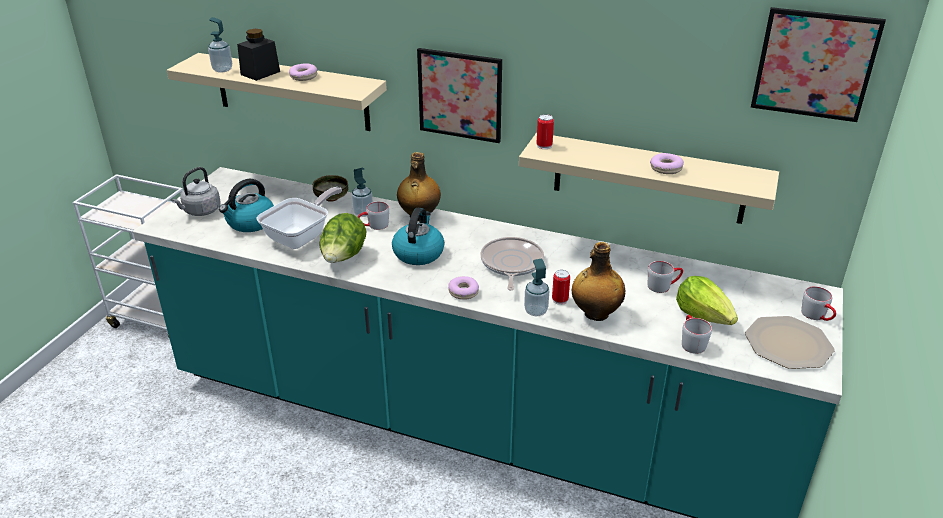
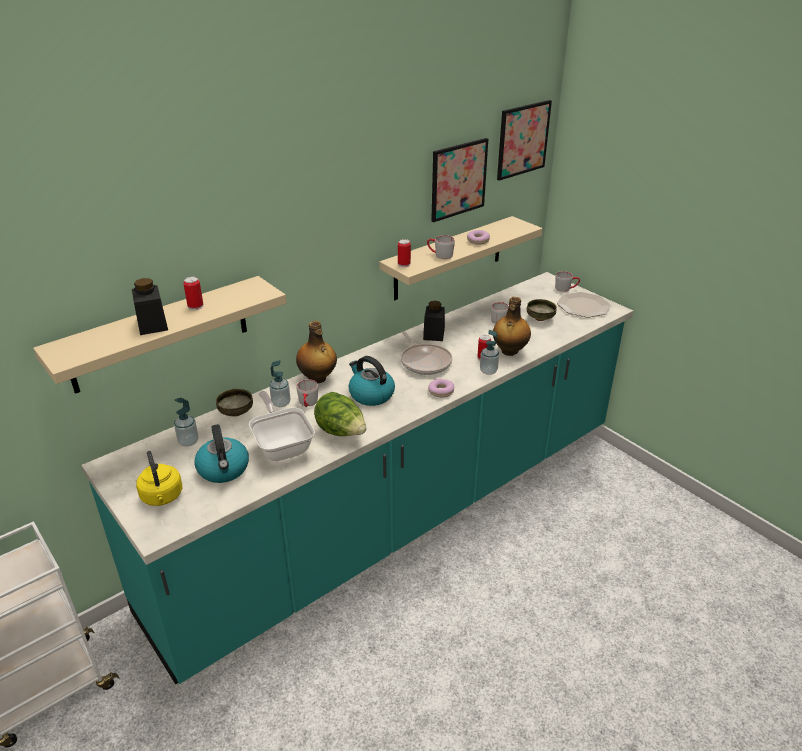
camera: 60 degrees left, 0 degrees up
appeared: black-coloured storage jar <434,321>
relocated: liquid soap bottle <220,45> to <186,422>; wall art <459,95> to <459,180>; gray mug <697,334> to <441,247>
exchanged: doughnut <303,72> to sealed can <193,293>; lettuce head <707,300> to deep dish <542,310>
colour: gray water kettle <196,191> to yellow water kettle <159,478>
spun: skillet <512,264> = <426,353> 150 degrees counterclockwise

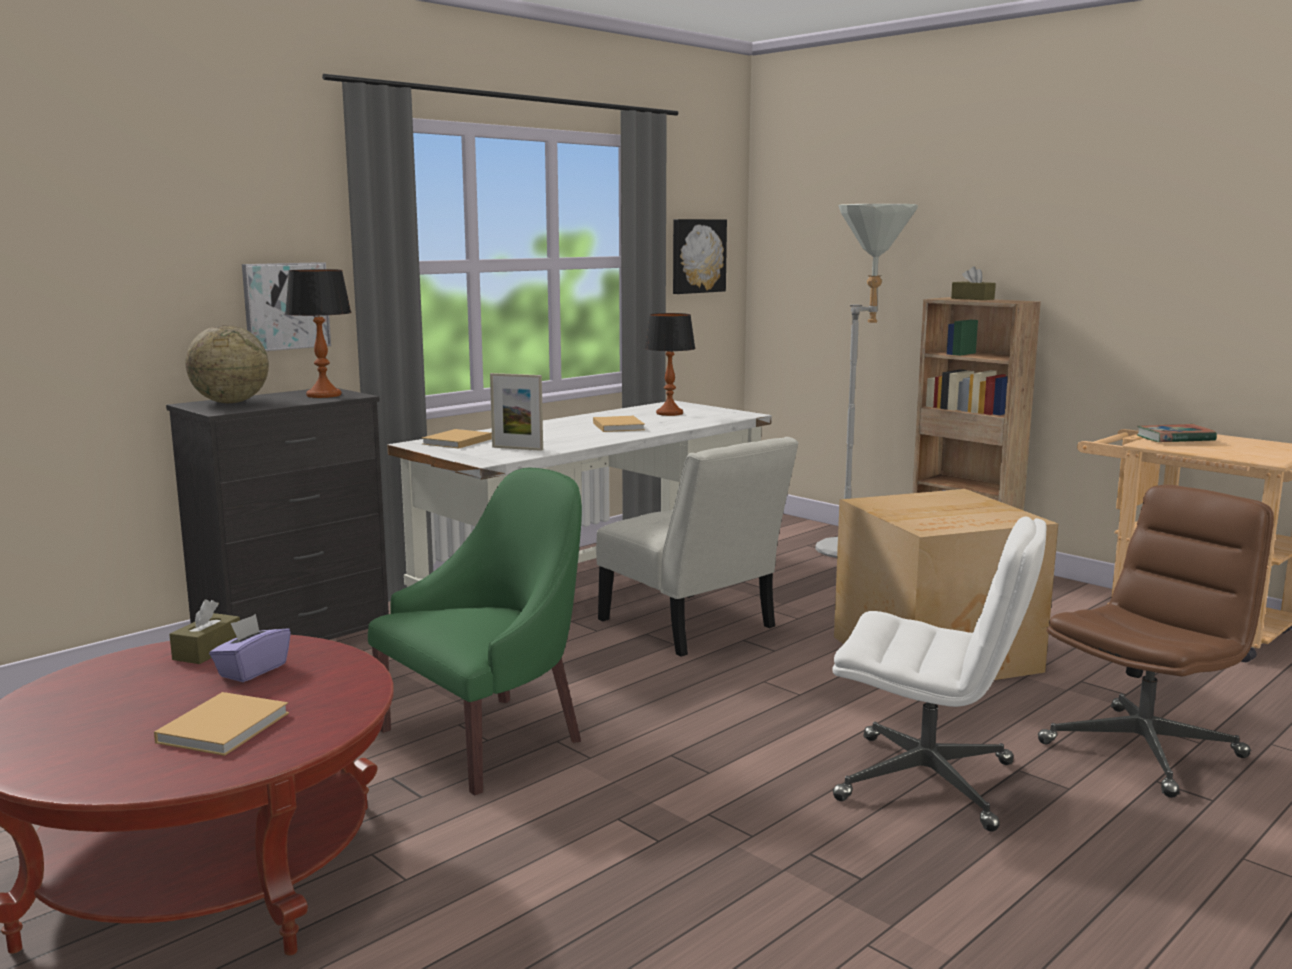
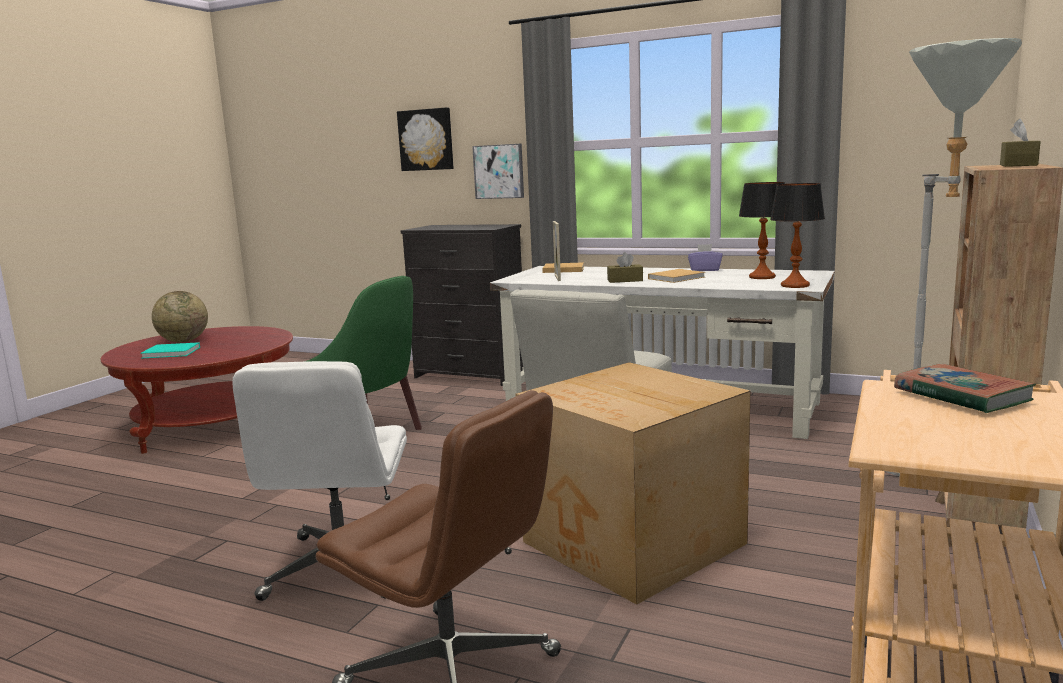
camera: 70 degrees right, 0 degrees up
relocated: brown-coloured box of tissues <204,631> to <625,267>; desk globe <227,364> to <180,316>; purple box of tissues <250,648> to <705,257>; lamp for a table <318,333> to <797,235>; wall art <700,256> to <425,139>
colour: sand-coloured volume <221,724> to turquoise-coloured volume <170,350>

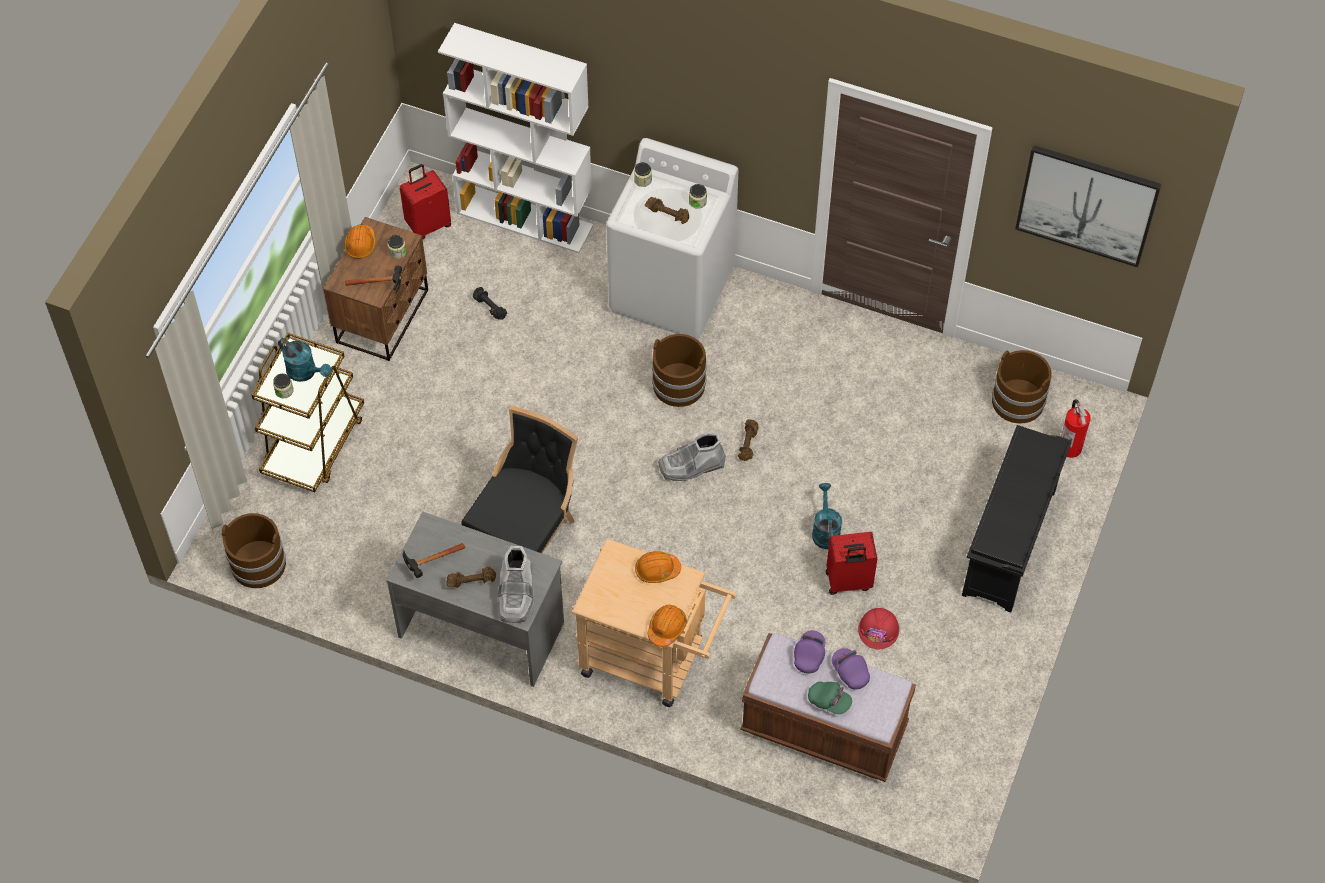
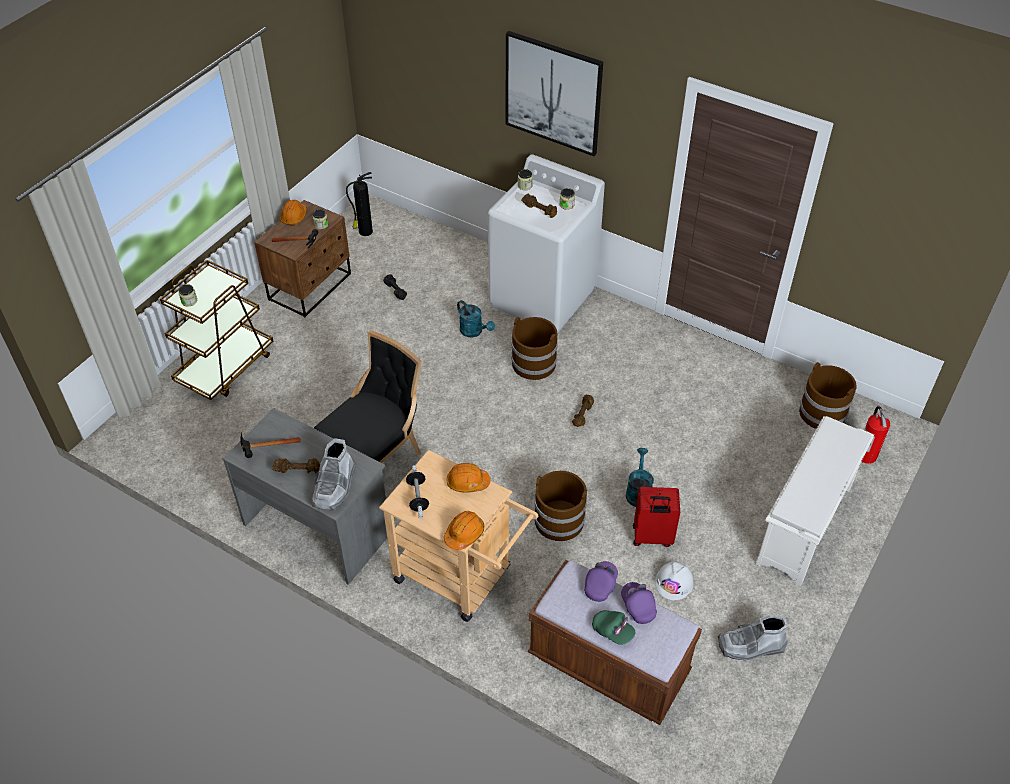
camera: 10 degrees right, 10 degrees down
missing: whitish bookcase <515,138>
appeared: hand weight <417,492>
relocated: brown-coloured bucket <254,550> to <560,506>; turquoise-coloured sprinkling can <304,360> to <476,318>; gray high-top boot <692,456> to <753,637>; wall art <1088,206> to <554,93>
exchanged: reddish piece of luggage <425,201> to fire-fighting cylinder <359,204>
colour: reddish safety helmet <878,629> to whitish safety helmet <674,580>; black-coloured shoe stand <1017,519> to whitish shoe stand <815,501>

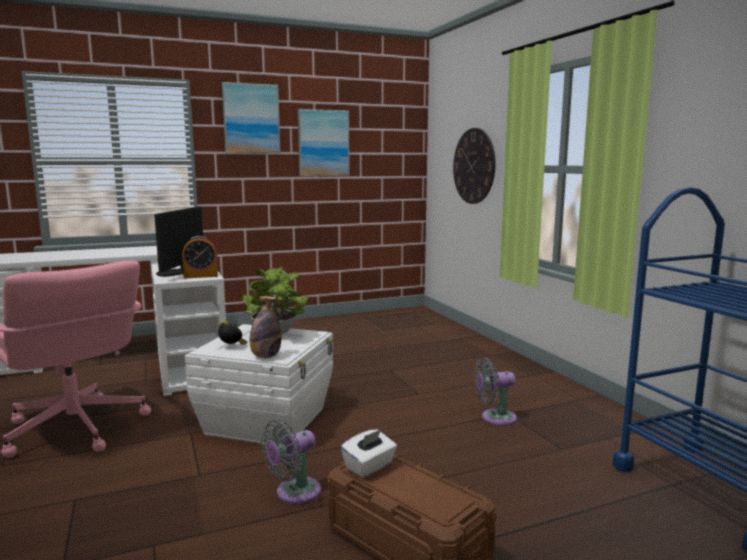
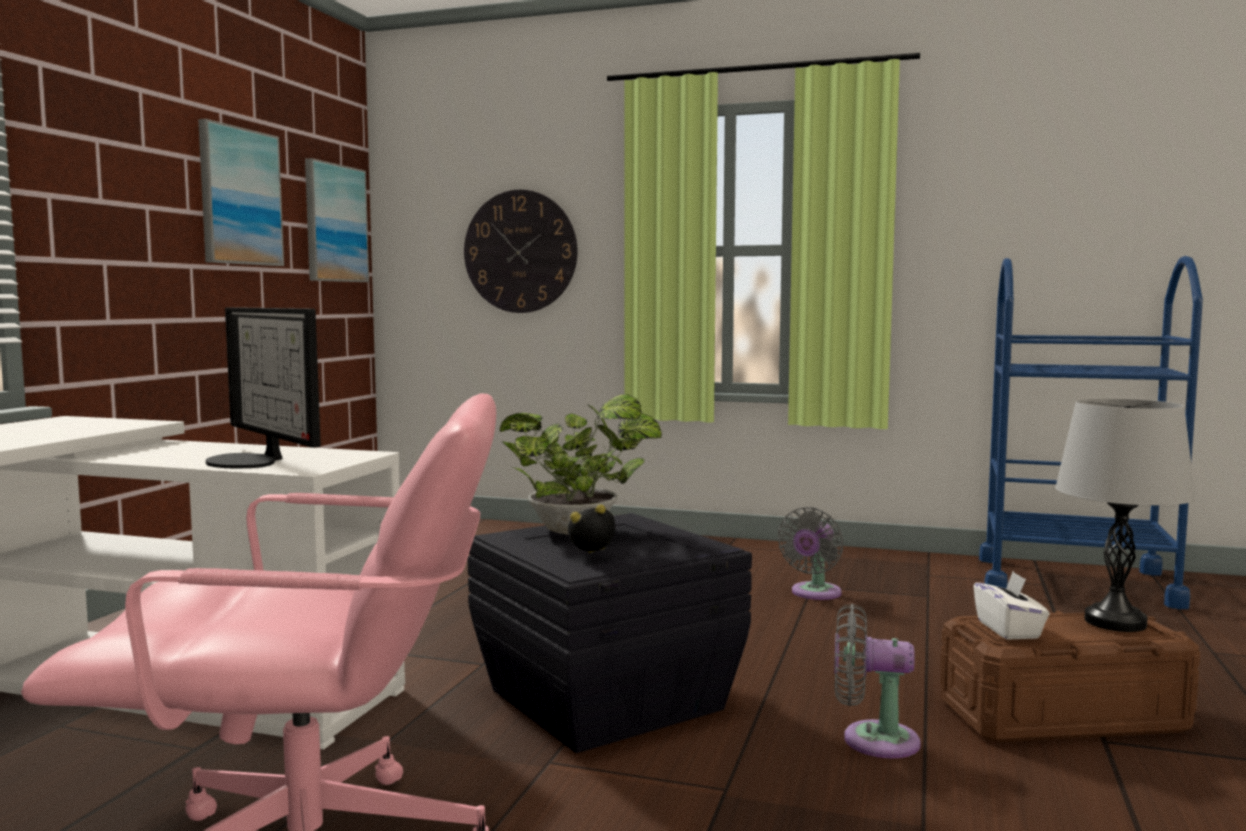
camera: 50 degrees left, 5 degrees down
missing: alarm clock <200,257>; bottle <265,327>
appeared: gray lamp for a table <1125,515>
relocated: wall art <251,118> to <337,220>
colour: whitish storage container <259,384> to black-coloured storage container <610,633>
spun: gray cooling fan <290,462> = <877,681> 105 degrees clockwise

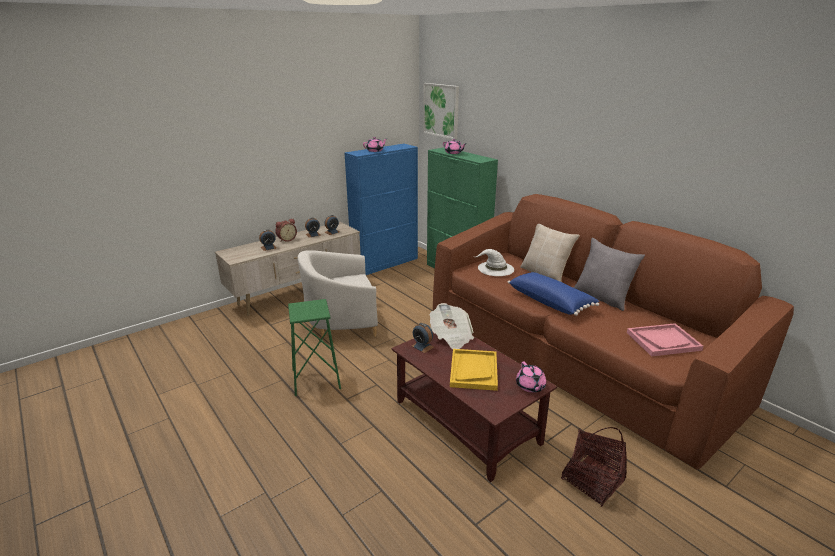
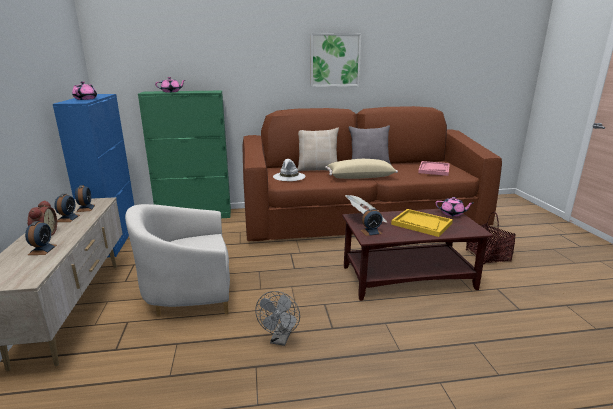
camera: 60 degrees left, 5 degrees down
relocated: wall art <441,111> to <336,60>
exchanged: green stool seat <314,347> to gray cooling fan <277,318>
colour: blue-coloured throw pillow <553,294> to sand-coloured throw pillow <361,169>
spun: whitish easy chair <337,293> = <177,260> 60 degrees clockwise

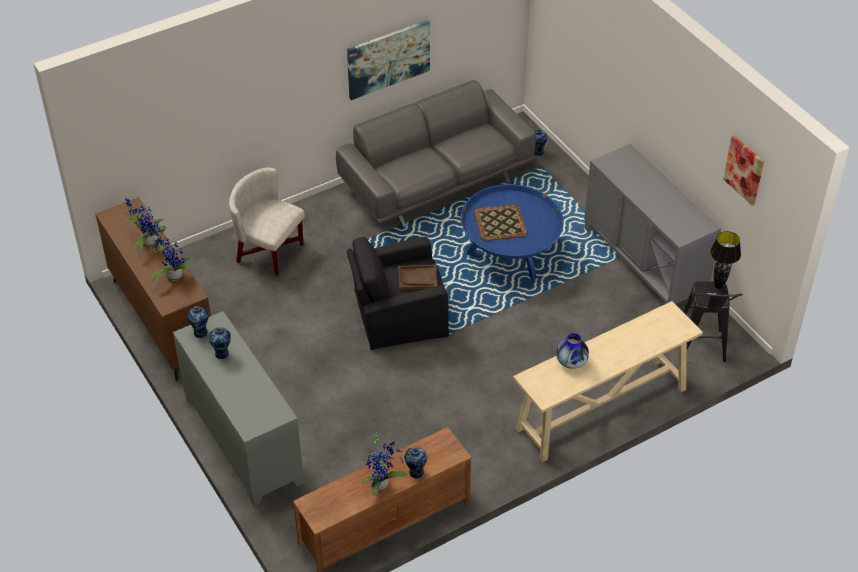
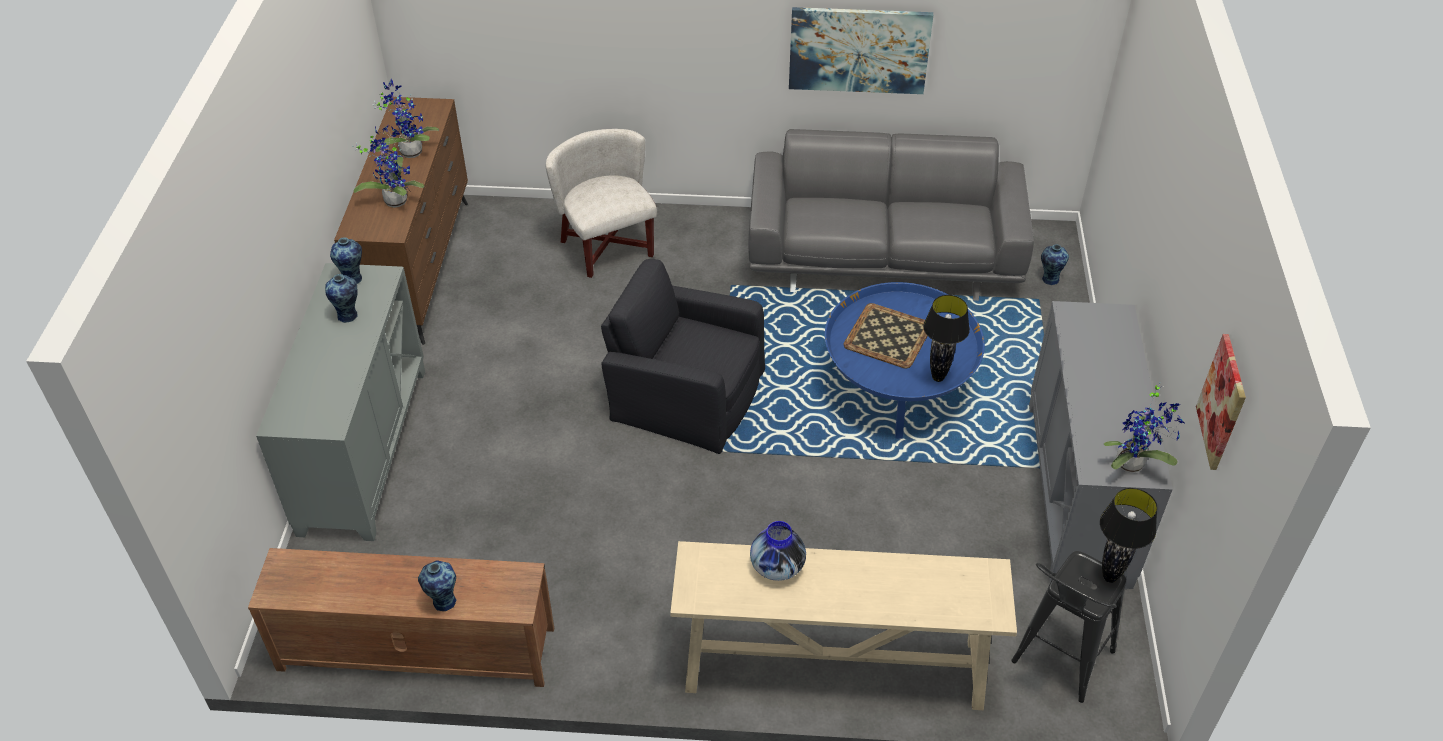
camera: 35 degrees right, 0 degrees up
missing: brown-coloured tray <417,277>
appeared: black-coloured lamp for a table <946,338>
relocated: houseplant <384,464> to <1144,427>

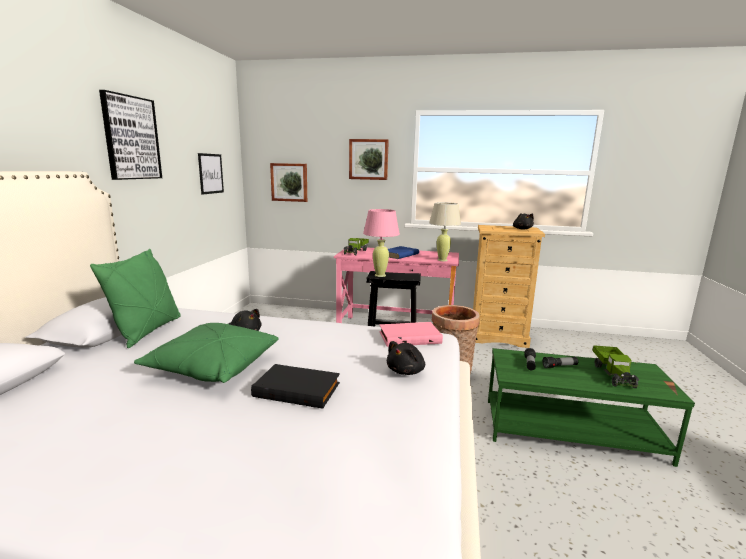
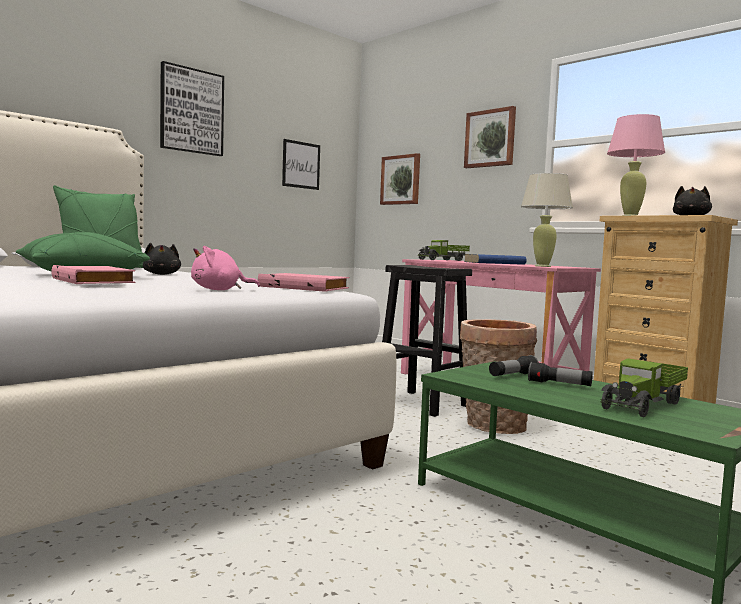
camera: 35 degrees right, 10 degrees down
relocated: pink-coloured lamp for a table <381,243> to <636,165>
colour: black-coloured volume <295,386> to pink-coloured volume <94,274>; black-coloured soft toy <406,358> to pink-coloured soft toy <225,268>

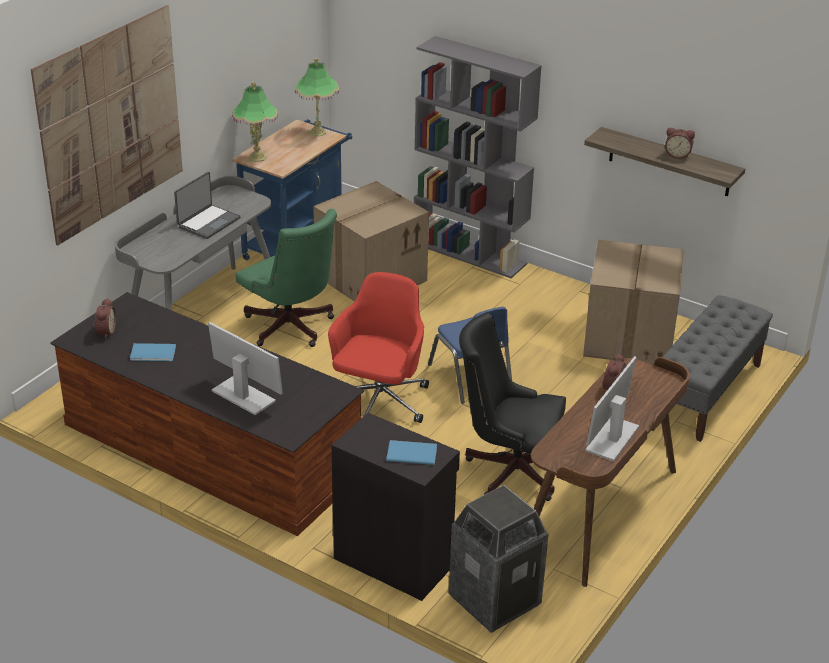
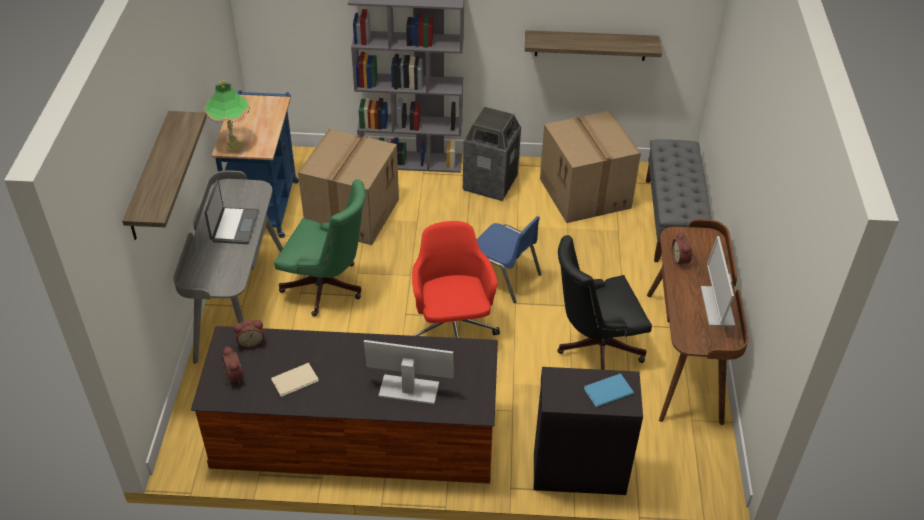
camera: 30 degrees left, 10 degrees up
missing: lamp for a table <317,97>
relocated: waste bin <498,559> to <492,153>; alarm clock <680,143> to <248,334>
exchanged: wall art <107,125> to bracket shelf <164,175>
colour: blue-coloured volume <153,352> to sand-coloured volume <295,380>

